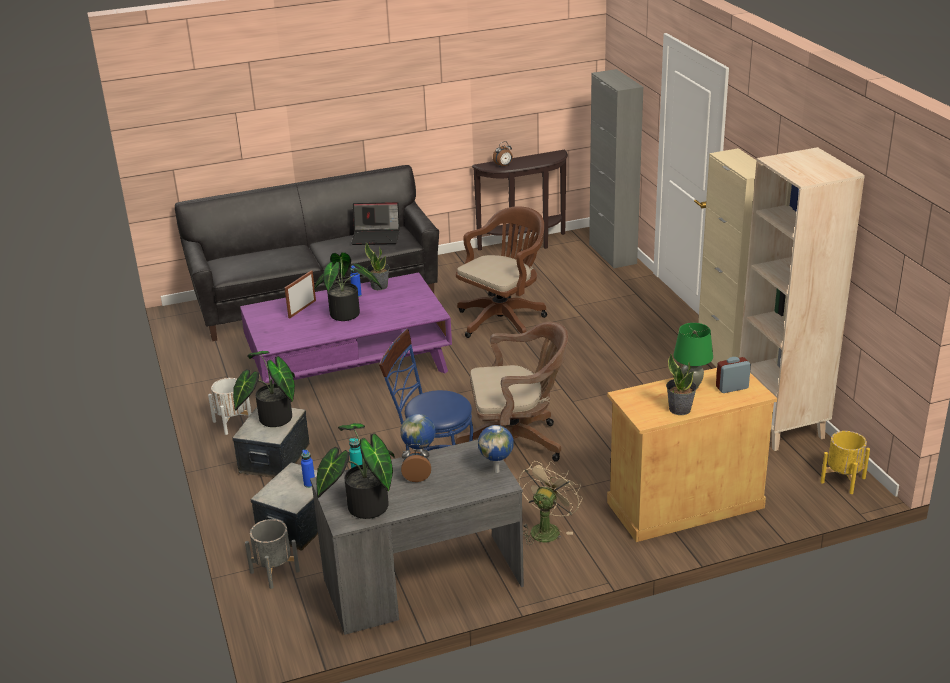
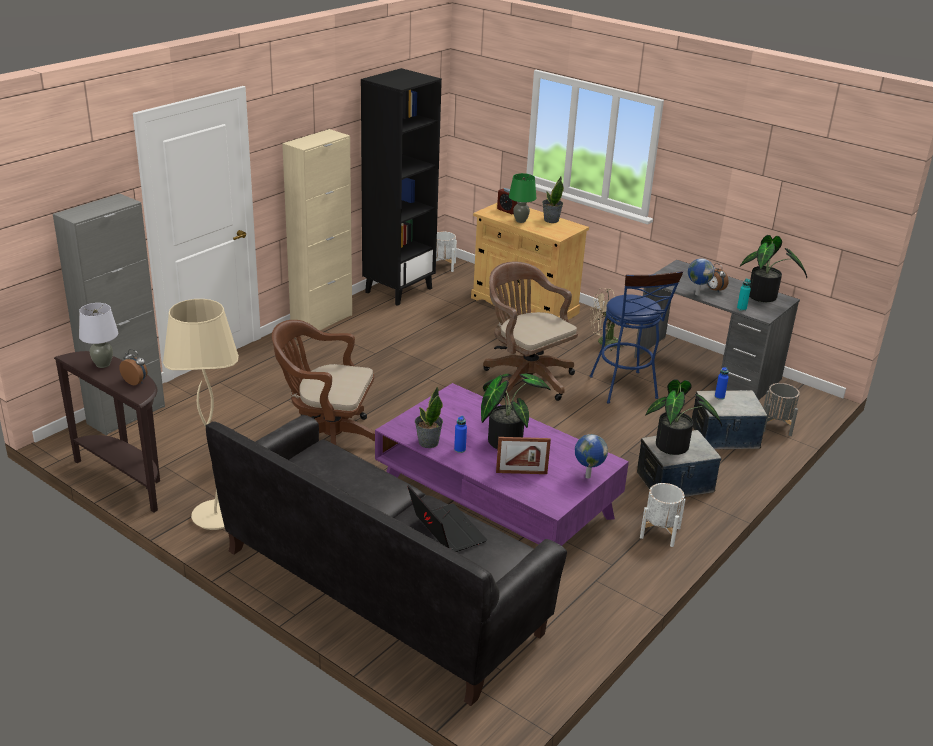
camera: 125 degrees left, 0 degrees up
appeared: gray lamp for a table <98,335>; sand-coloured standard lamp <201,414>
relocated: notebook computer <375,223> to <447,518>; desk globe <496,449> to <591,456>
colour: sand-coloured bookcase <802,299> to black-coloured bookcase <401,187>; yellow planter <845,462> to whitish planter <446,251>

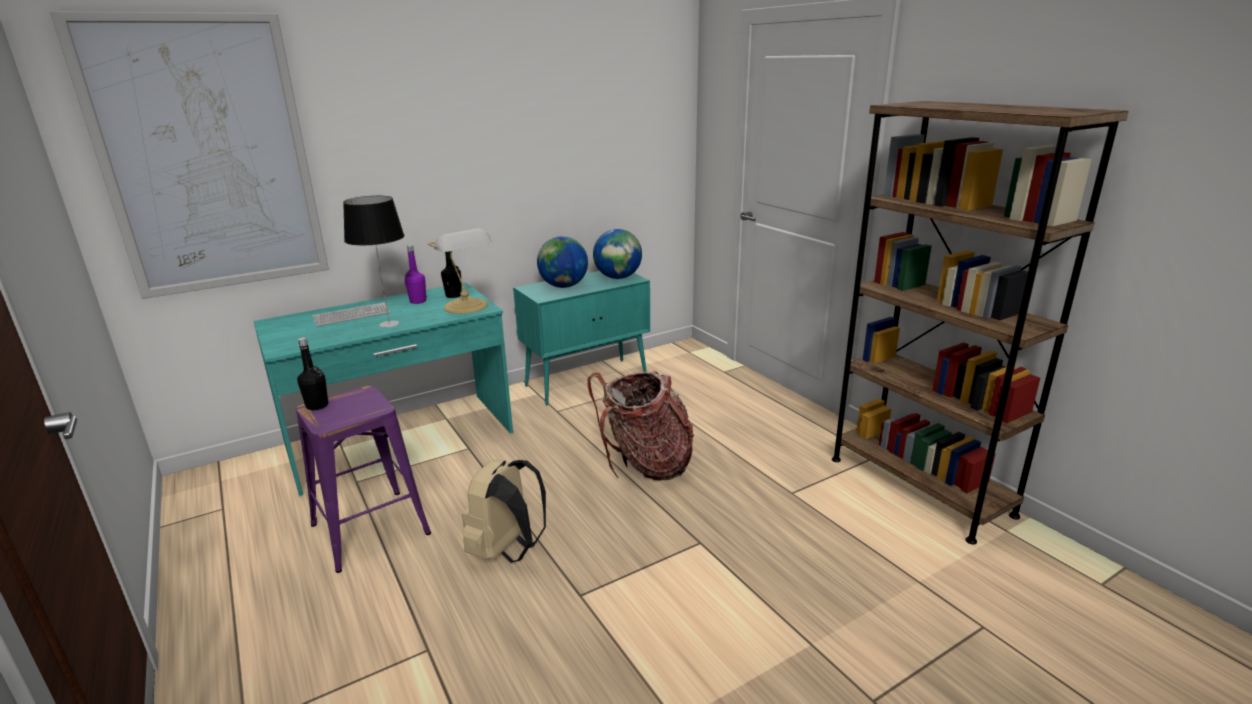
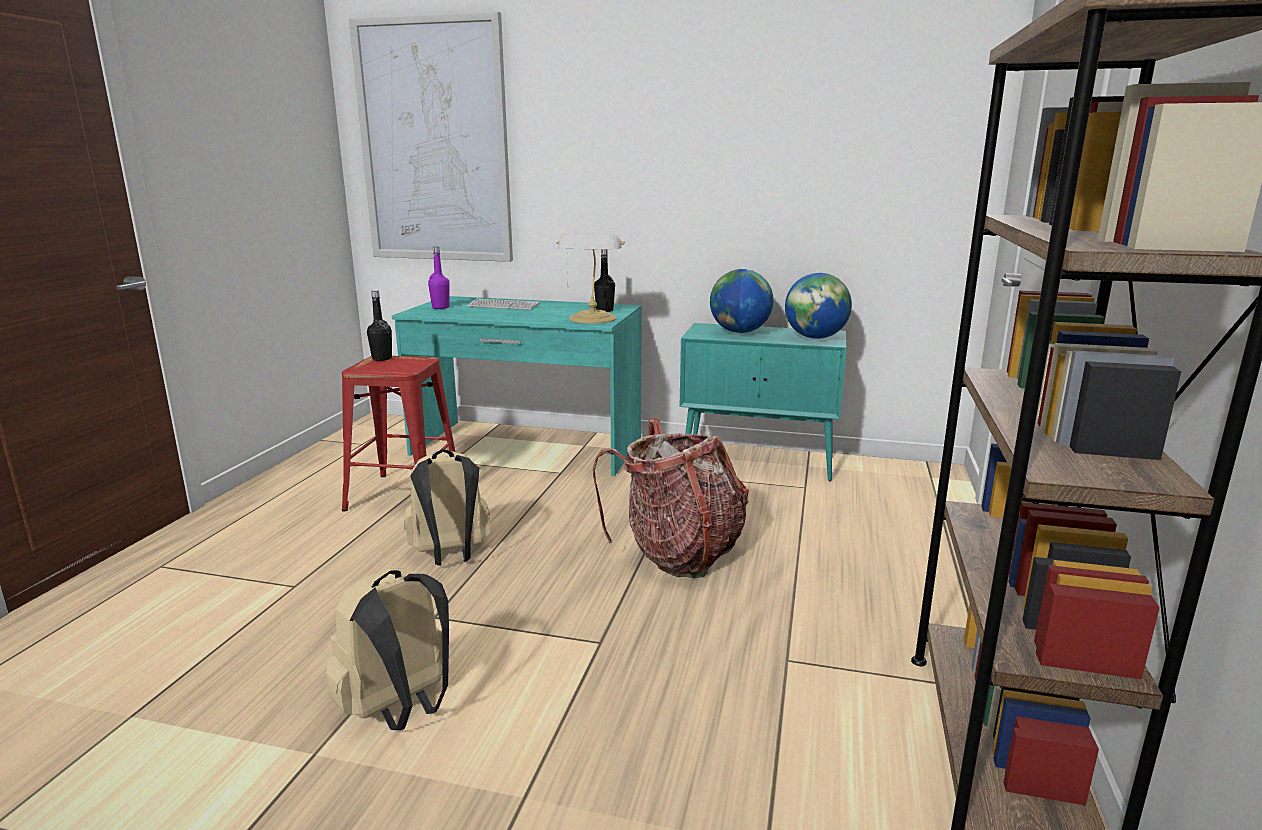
camera: 45 degrees right, 5 degrees down
missing: lamp for a table <373,261>
appeared: sand-coloured backpack <387,649>
relocated: purple bottle <416,274> to <439,278>
colour: purple stool seat <363,479> to reddish stool seat <398,434>

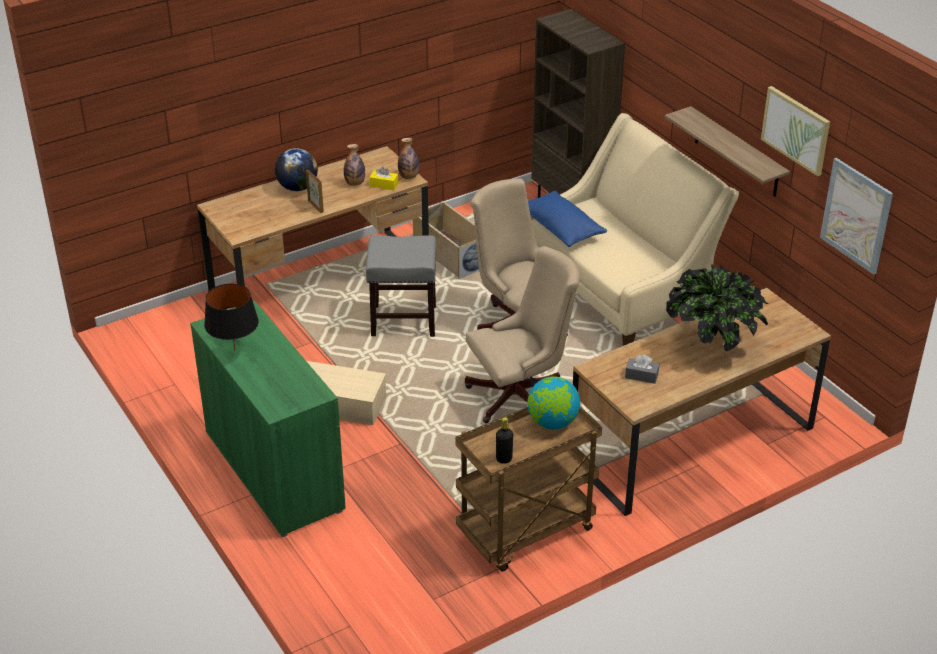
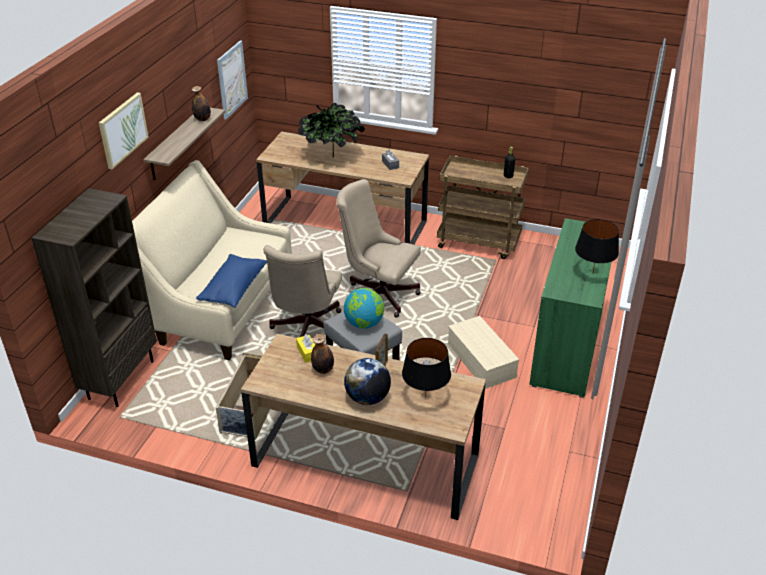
camera: 130 degrees left, 0 degrees up
appeared: black-coloured lamp for a table <426,367>
relocated: bottle <408,158> to <201,103>; desk globe <553,403> to <364,308>; wall art <795,131> to <124,130>

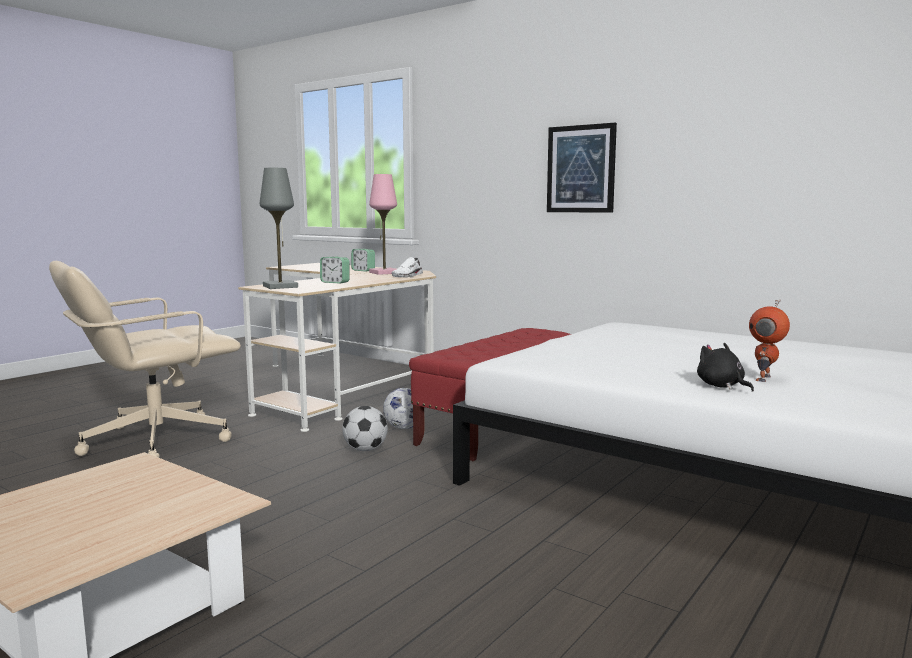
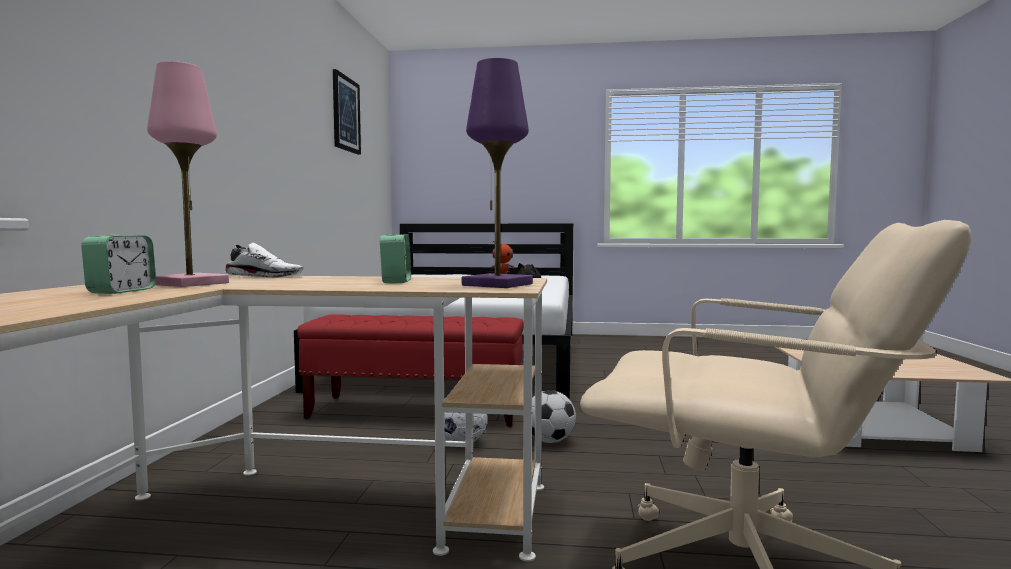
camera: 120 degrees left, 5 degrees down
relocated: wall art <582,168> to <347,112>
colour: gray lamp for a table <279,228> to purple lamp for a table <497,173>

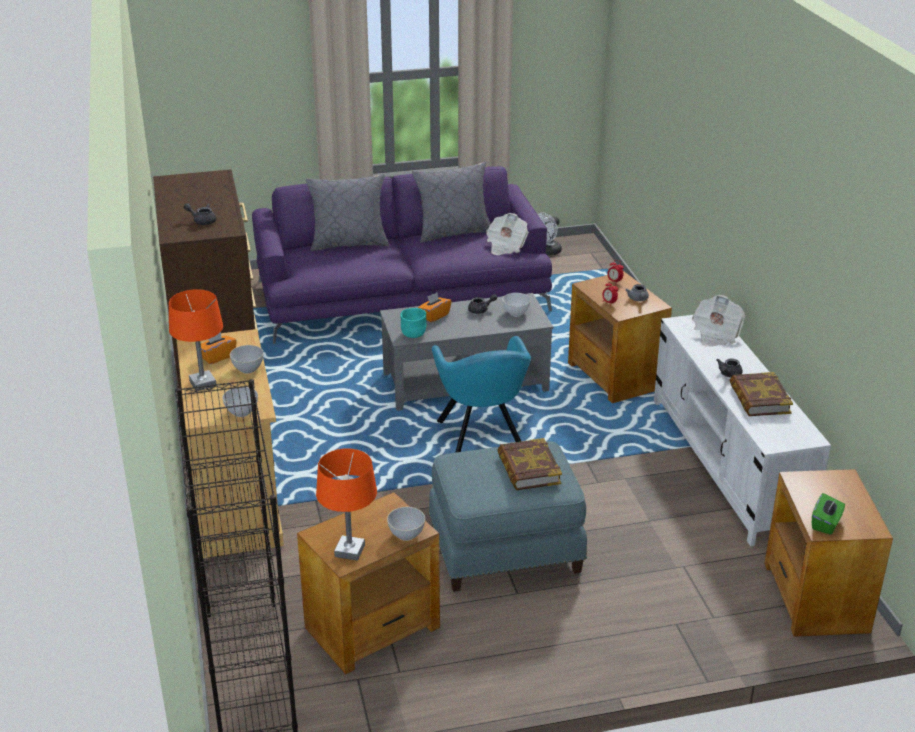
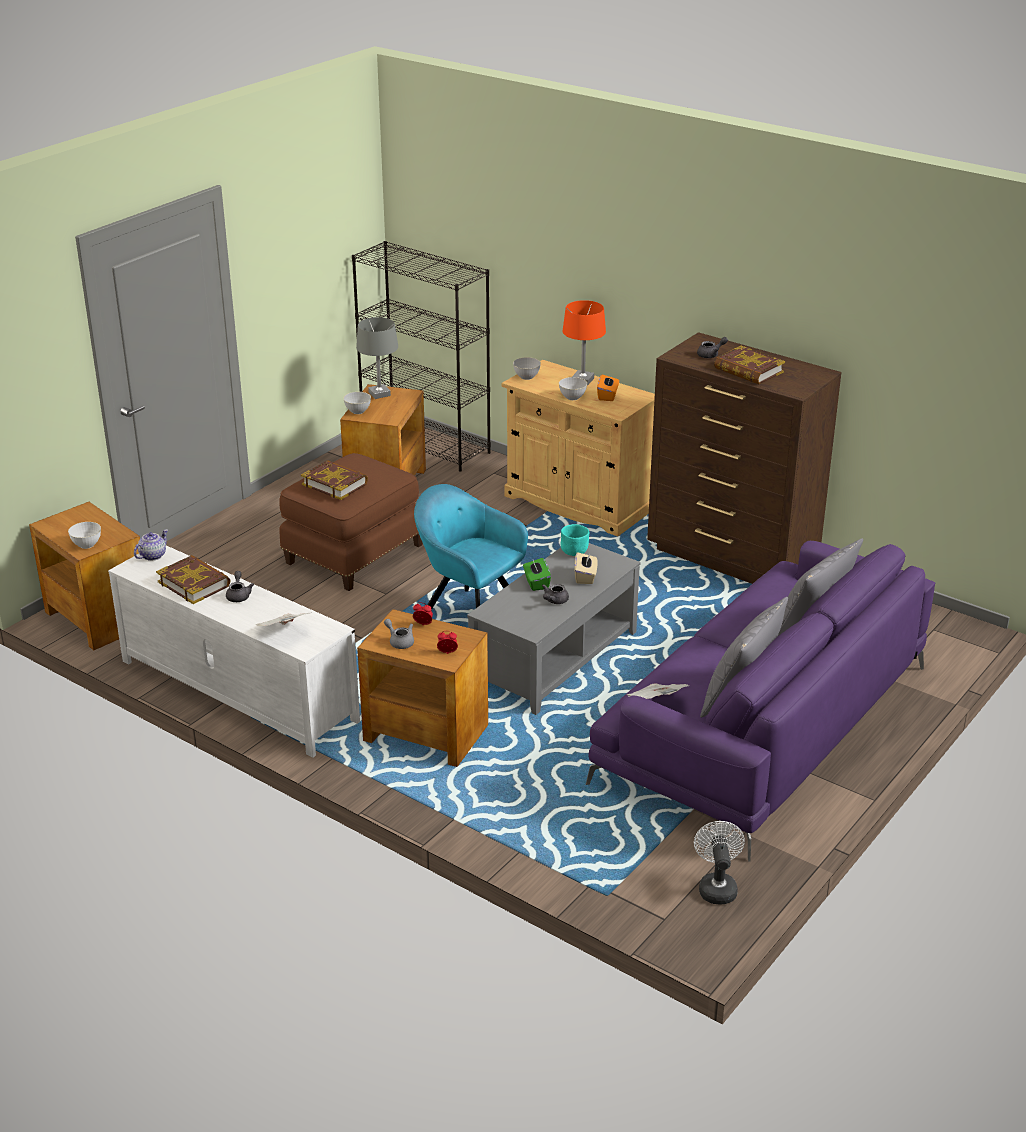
camera: 140 degrees right, 0 degrees up
appeared: tea pot <151,545>; volume <749,365>
relocated: whitish deep dish <516,304> to <84,535>; green box of tissues <828,514> to <537,574>
colour: orange-coloured lamp for a table <346,504> to gray lamp for a table <377,358>; orange-coloured box of tissues <435,307> to sand-coloured box of tissues <585,567>; blue-coloured footrest <508,516> to brown-coloured footrest <351,522>

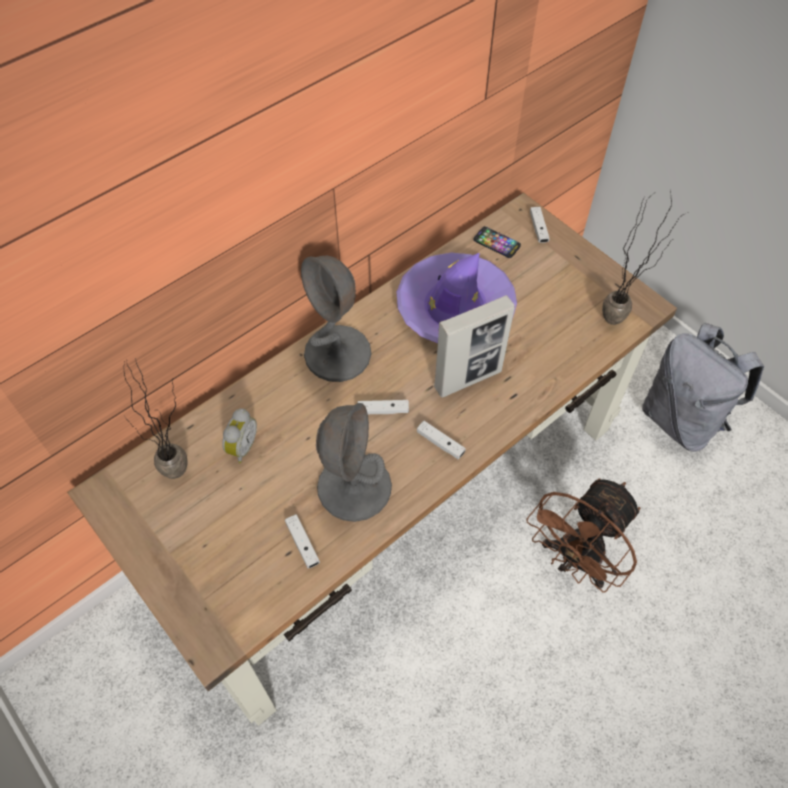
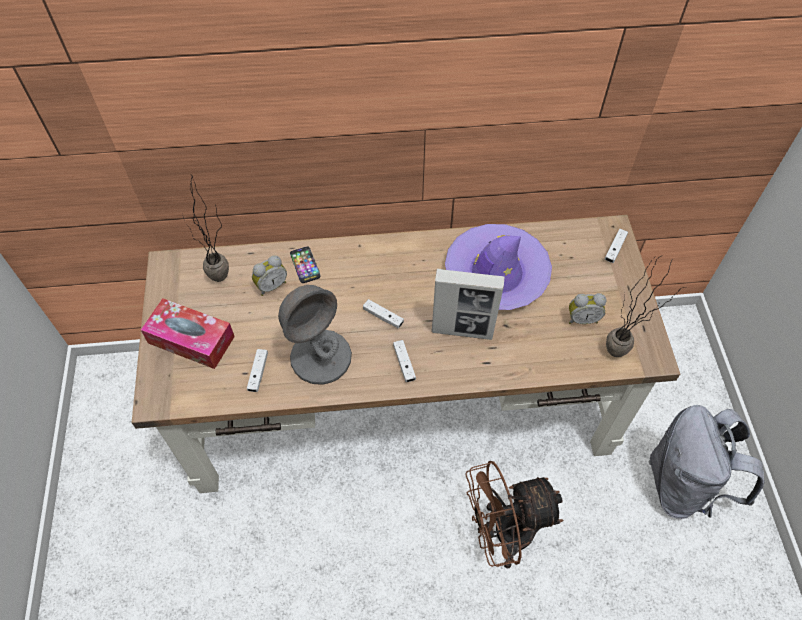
camera: 35 degrees right, 0 degrees up
missing: gray lamp for a table <336,319>
appeared: box of tissues <188,333>; alarm clock <587,308>
relocated: phone <497,242> to <305,264>

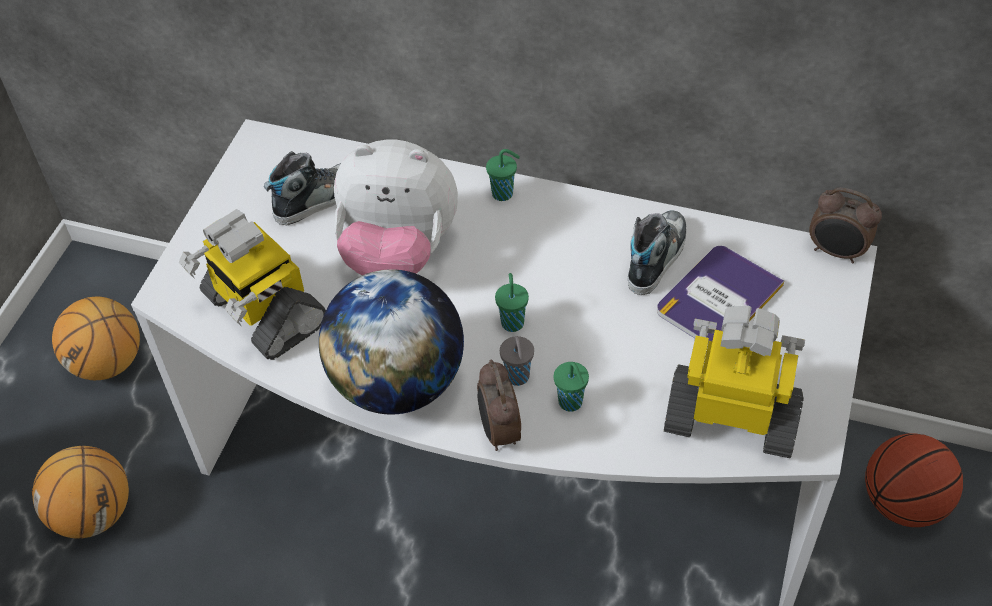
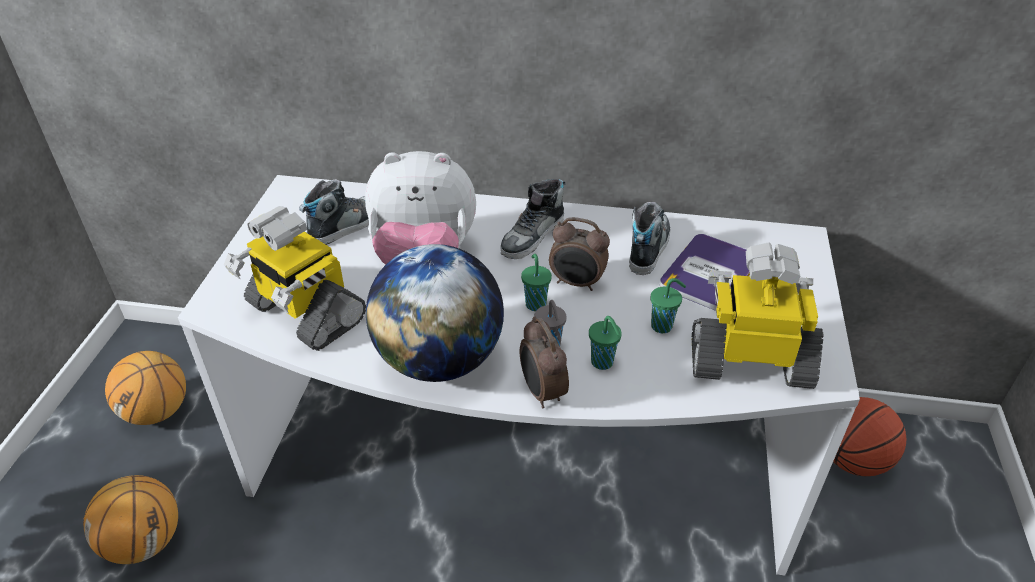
camera: 10 degrees left, 10 degrees down
appeared: item of footwear <533,219>
relocated: green cup <503,175> to <668,305>; alarm clock <845,225> to <579,254>

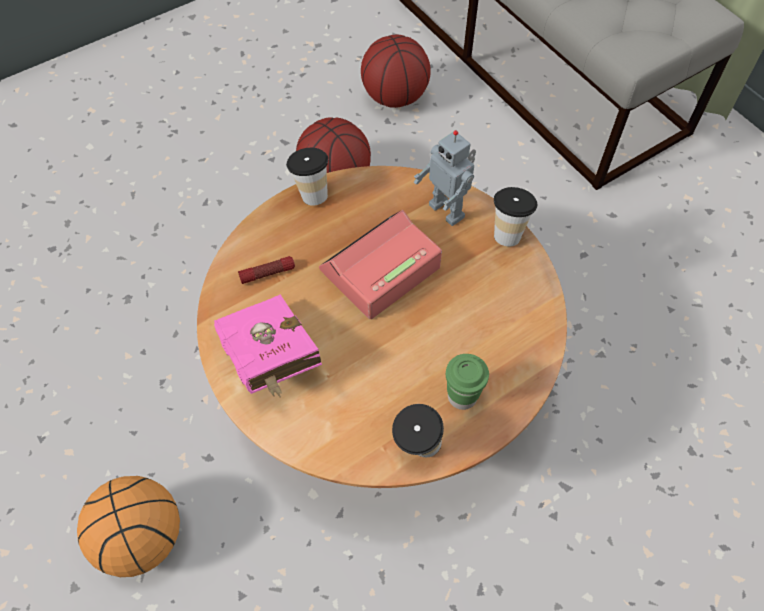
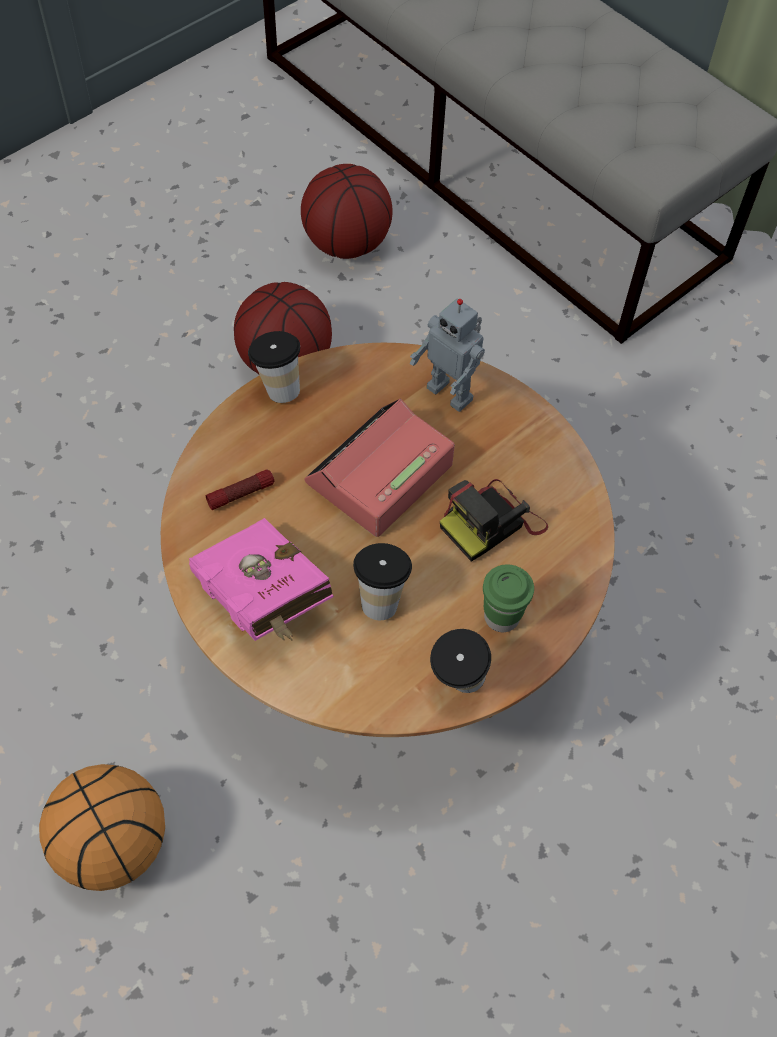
camera: 10 degrees left, 0 degrees up
appeared: still camera <494,520>
relocated: cup <515,216> to <382,581>

